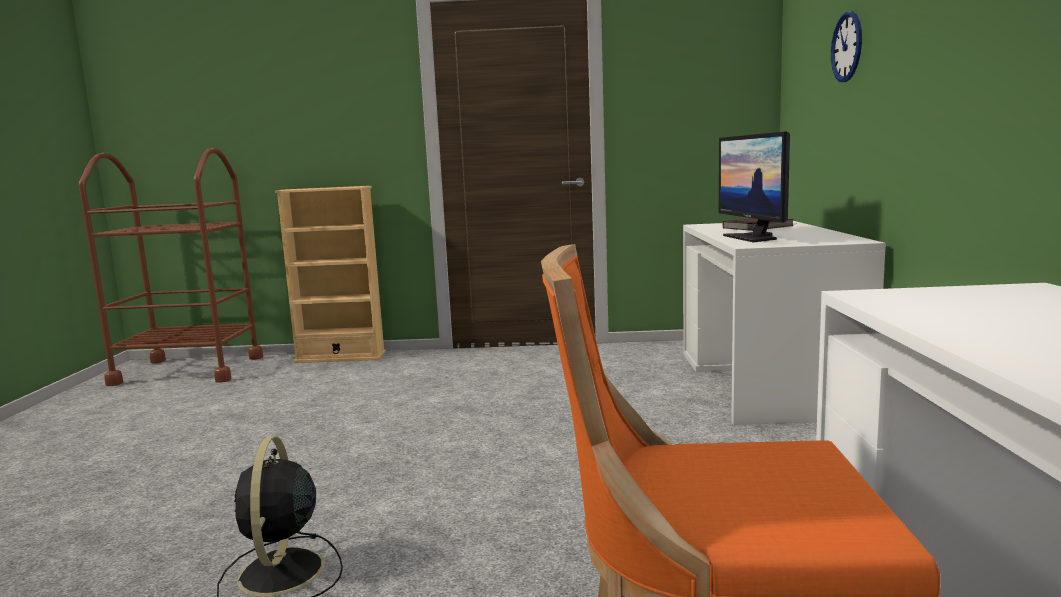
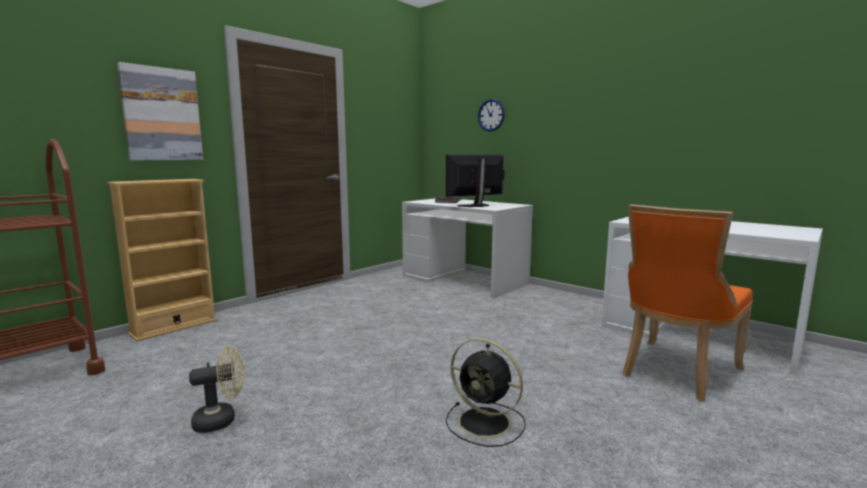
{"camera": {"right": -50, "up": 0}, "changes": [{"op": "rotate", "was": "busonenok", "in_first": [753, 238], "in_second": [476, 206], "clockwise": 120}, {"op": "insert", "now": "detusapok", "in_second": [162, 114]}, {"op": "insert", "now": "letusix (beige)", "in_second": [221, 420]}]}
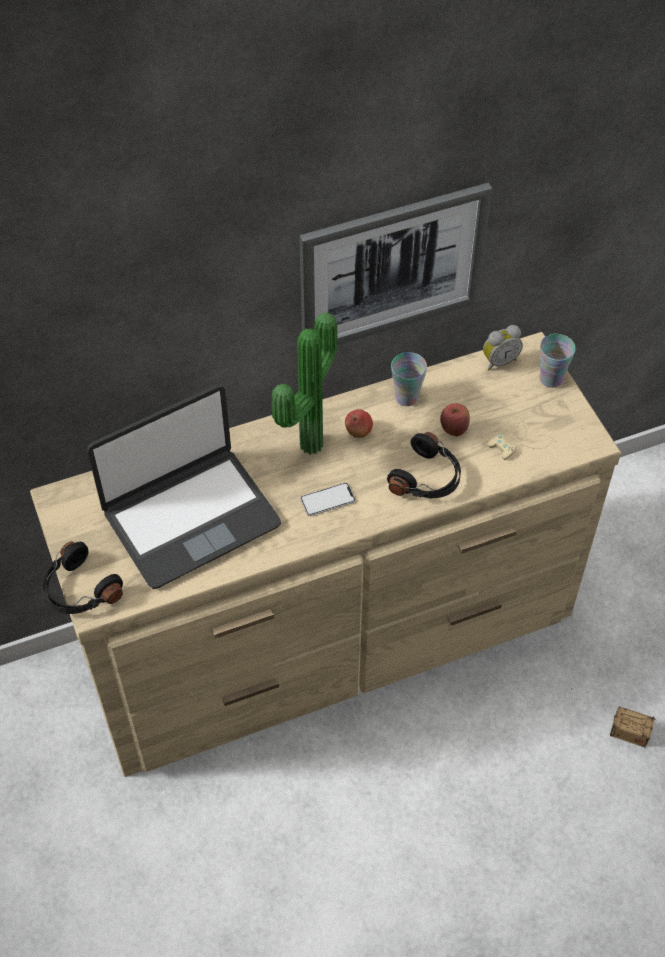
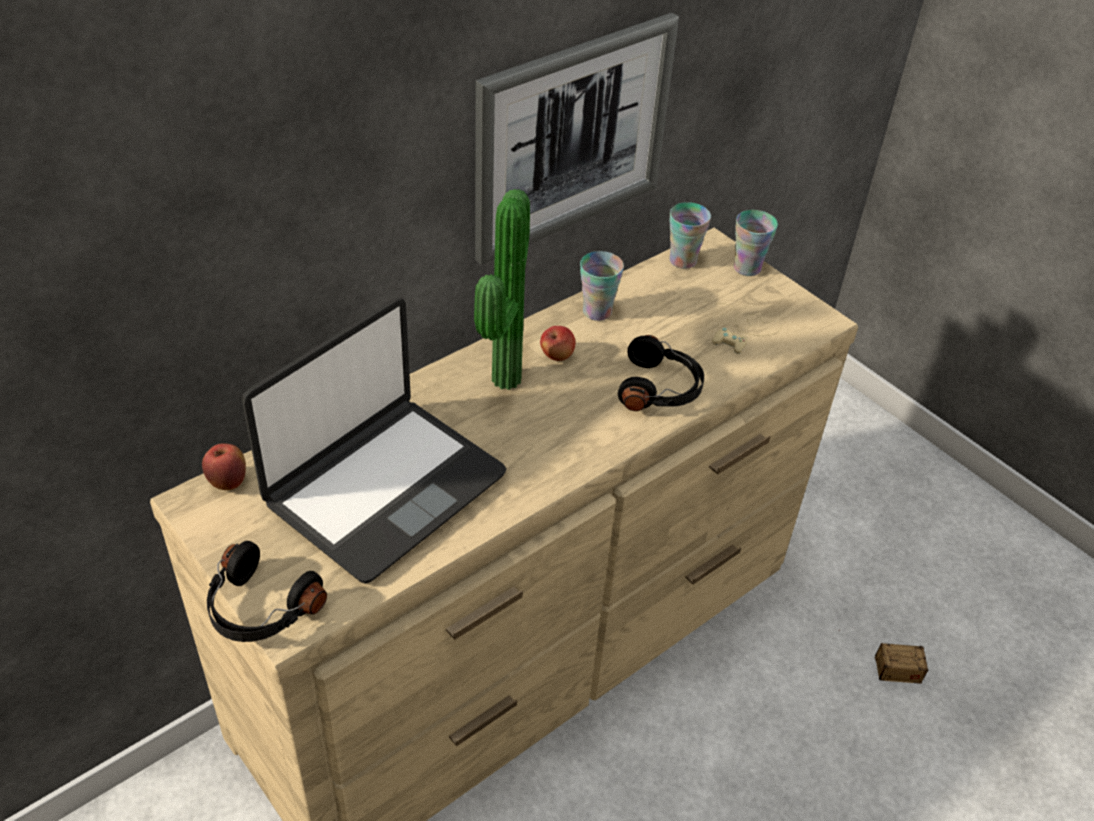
{"camera": {"right": -20, "up": -10}, "changes": [{"op": "replace", "was": "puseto", "now": "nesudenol", "in_first": [499, 361], "in_second": [683, 260]}, {"op": "move", "was": "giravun", "in_first": [454, 429], "in_second": [228, 482]}, {"op": "delete", "was": "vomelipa", "in_first": [327, 500]}]}
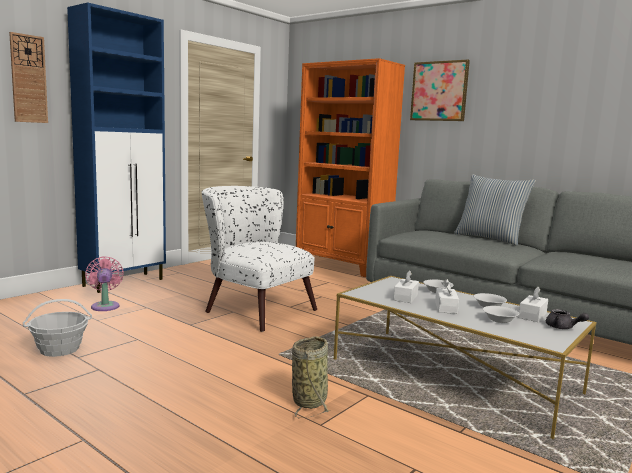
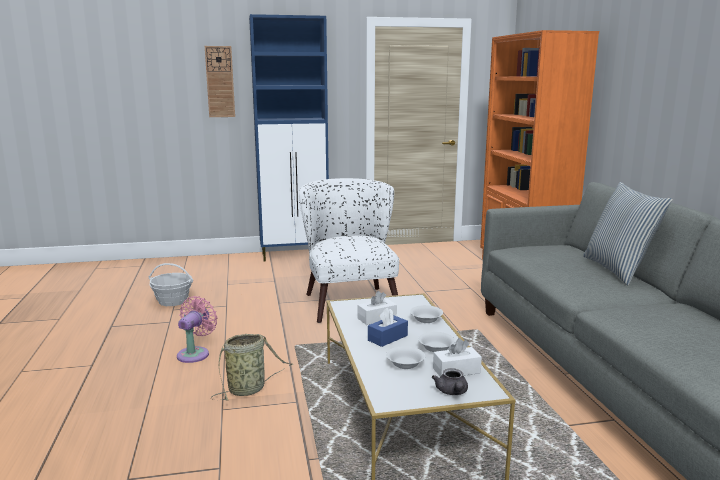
{"camera": {"right": 40, "up": 5}, "changes": [{"op": "delete", "was": "detusapok", "in_first": [439, 91]}, {"op": "move", "was": "letusix (pink)", "in_first": [105, 306], "in_second": [195, 353]}, {"op": "recolor", "was": "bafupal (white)", "now": "bafupal (blue)", "in_first": [446, 307], "in_second": [387, 338]}]}
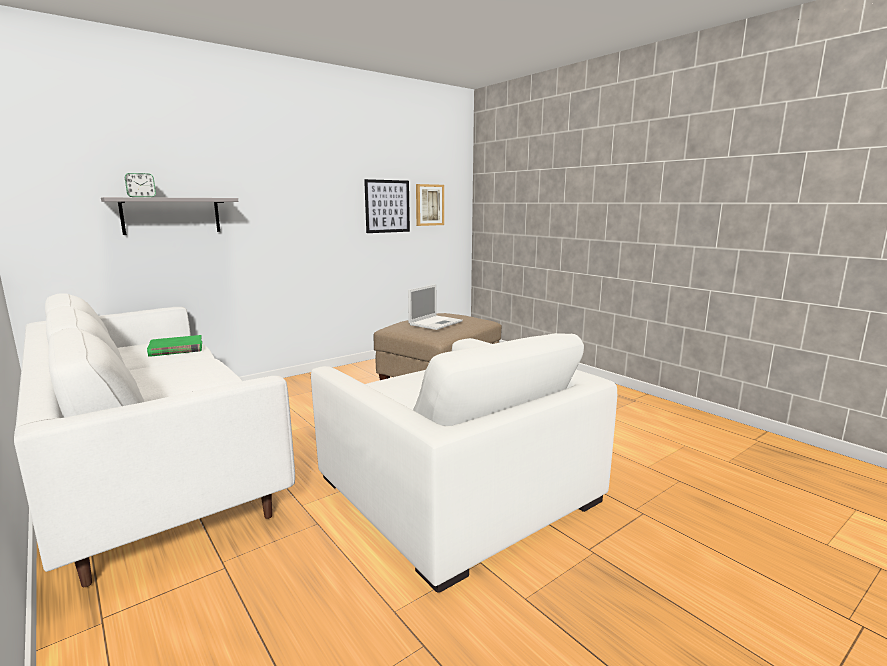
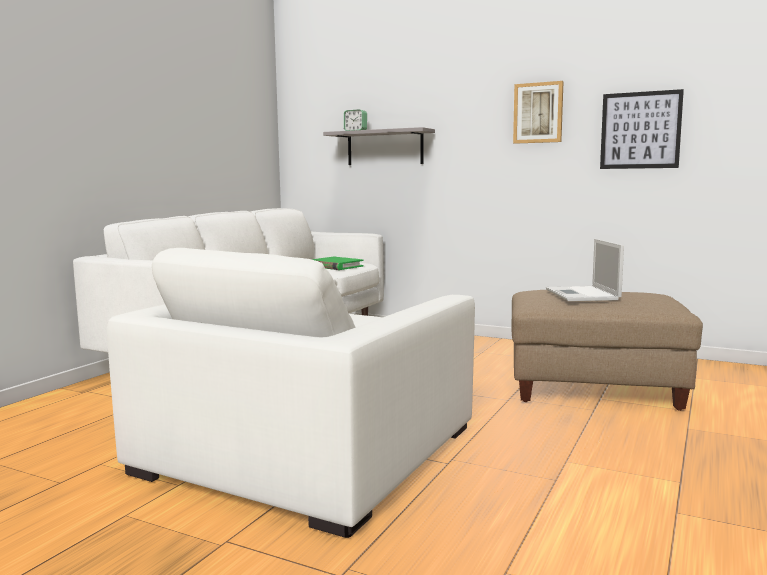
{"camera": {"right": 65, "up": -5}, "changes": [{"op": "move", "was": "detusapok", "in_first": [429, 205], "in_second": [538, 113]}, {"op": "rotate", "was": "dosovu", "in_first": [436, 323], "in_second": [582, 295], "clockwise": 75}]}
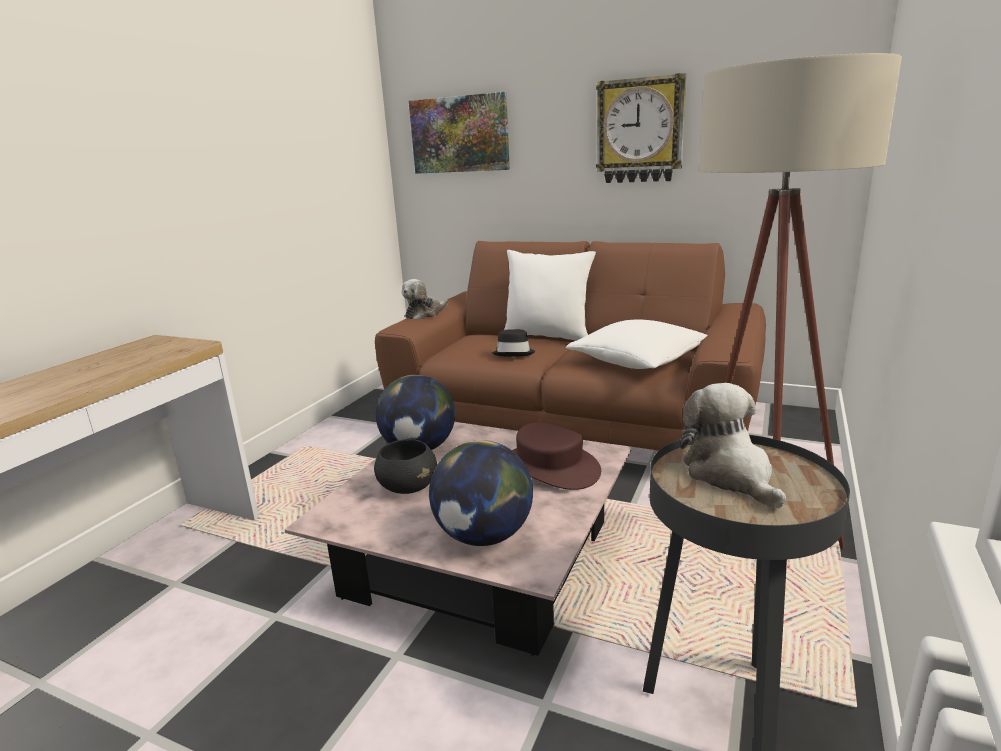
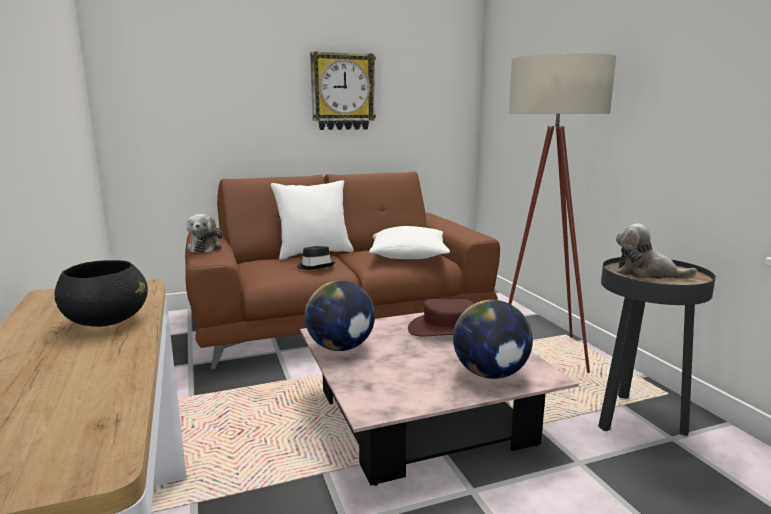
{"camera": {"right": -45, "up": -5}, "changes": [{"op": "delete", "was": "detusapok", "in_first": [460, 134]}, {"op": "move", "was": "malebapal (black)", "in_first": [408, 487], "in_second": [106, 322]}]}
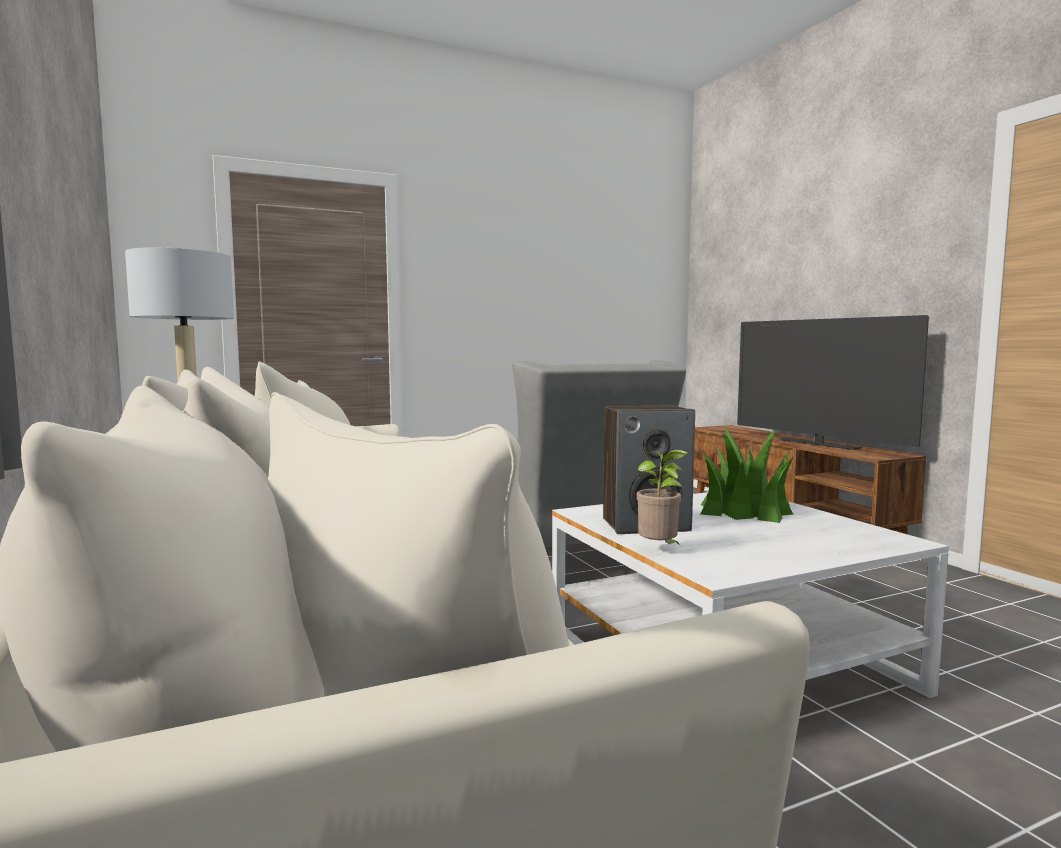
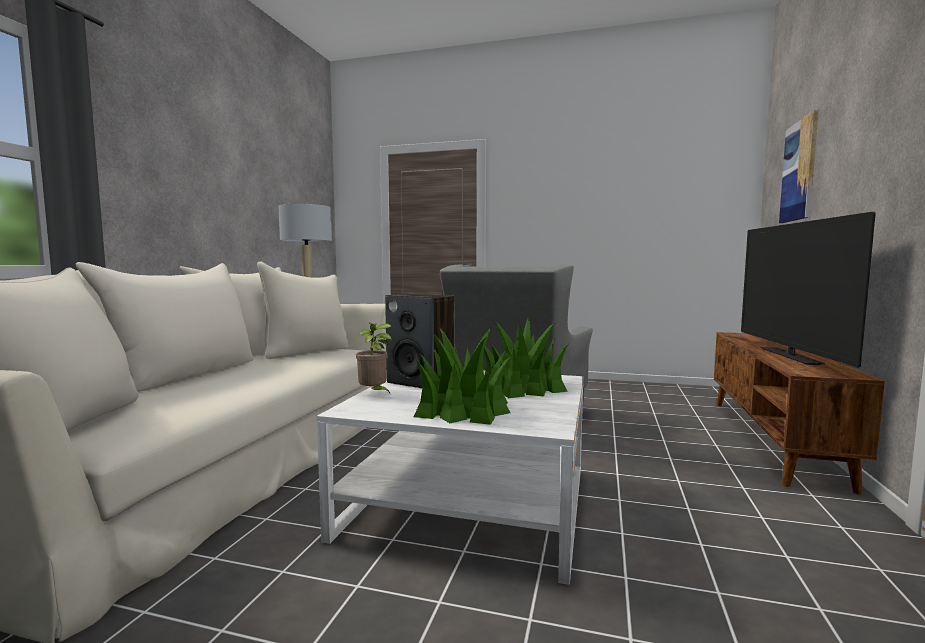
{"camera": {"right": 40, "up": 0}, "changes": [{"op": "insert", "now": "detusapok", "in_second": [799, 171]}, {"op": "insert", "now": "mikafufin", "in_second": [463, 409]}]}
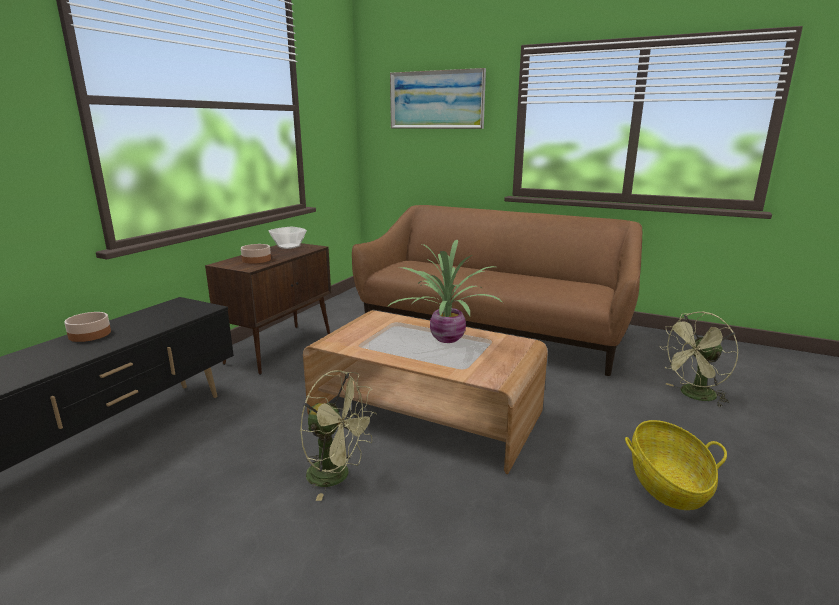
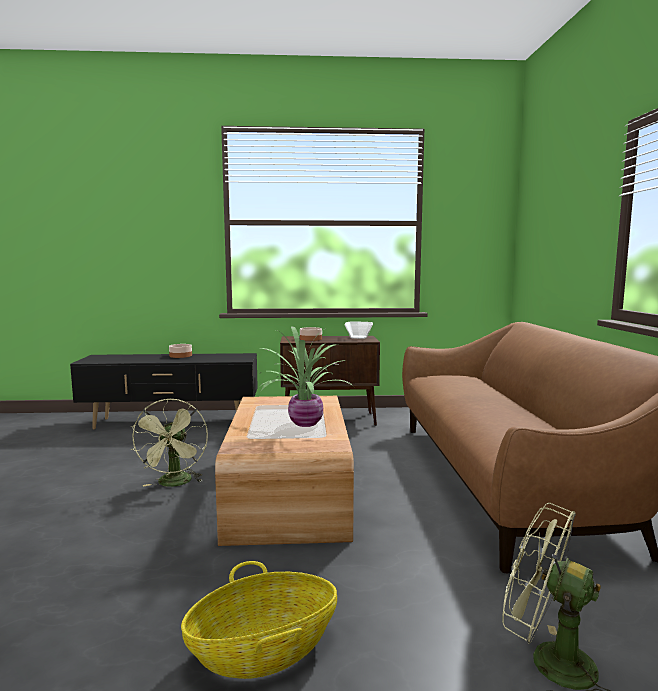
{"camera": {"right": 60, "up": -10}, "changes": [{"op": "delete", "was": "detusapok", "in_first": [436, 100]}]}
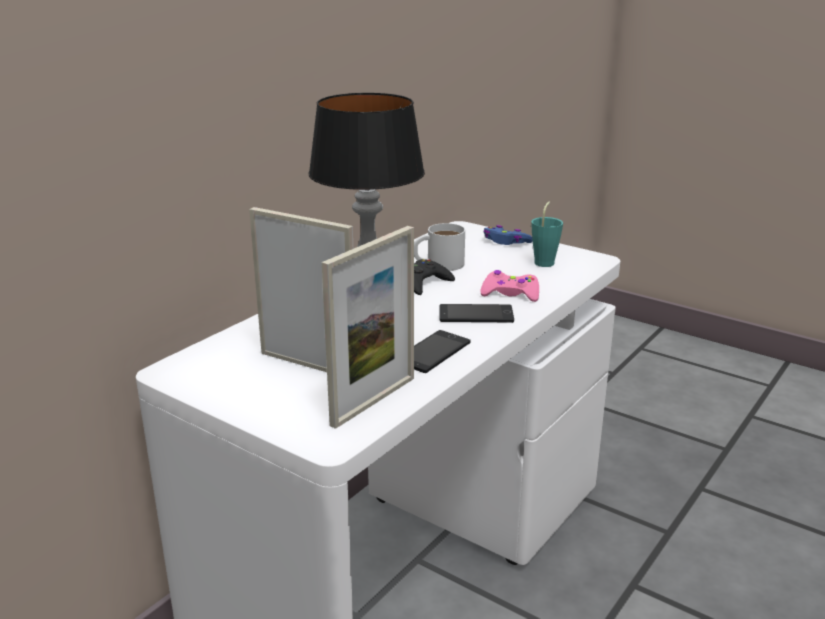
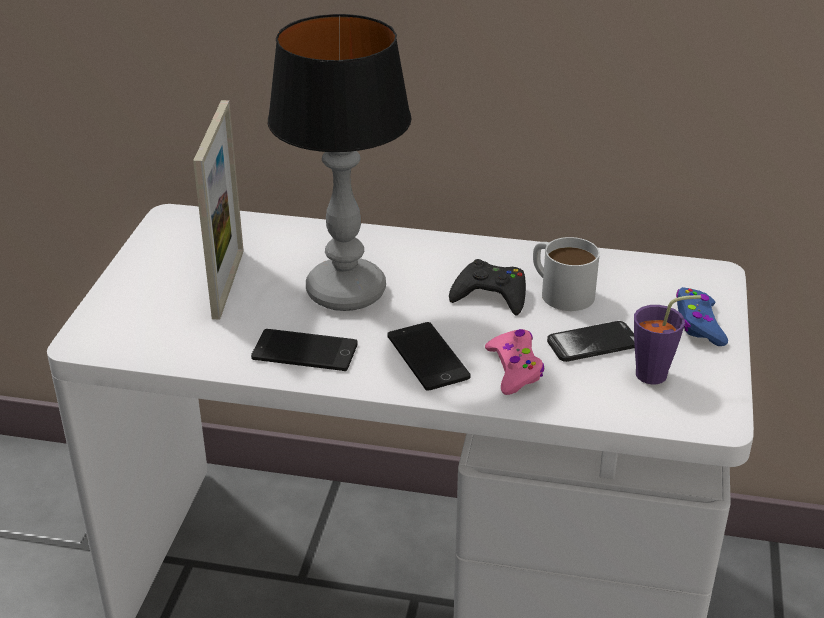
{"camera": {"right": 65, "up": 10}, "changes": [{"op": "recolor", "was": "nesudenol (turquoise)", "now": "nesudenol (purple)", "in_first": [545, 261], "in_second": [658, 374]}, {"op": "delete", "was": "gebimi", "in_first": [373, 401]}, {"op": "insert", "now": "vomelipa", "in_second": [592, 343]}]}
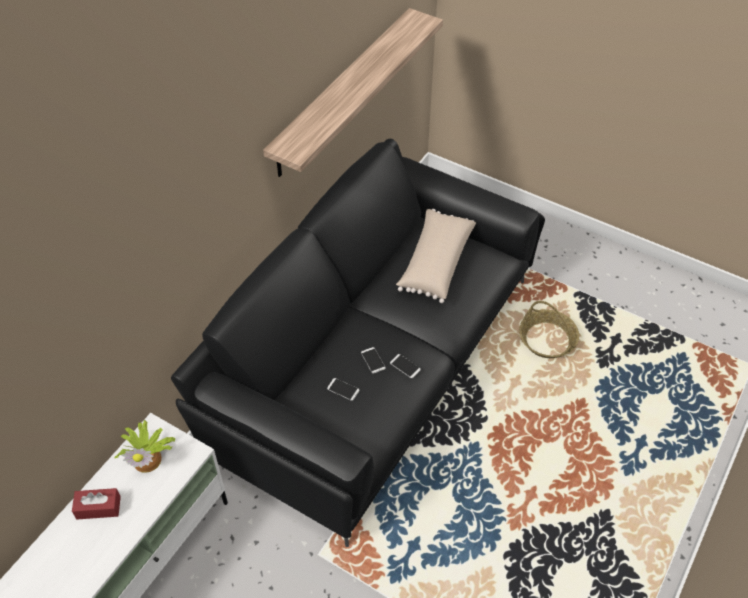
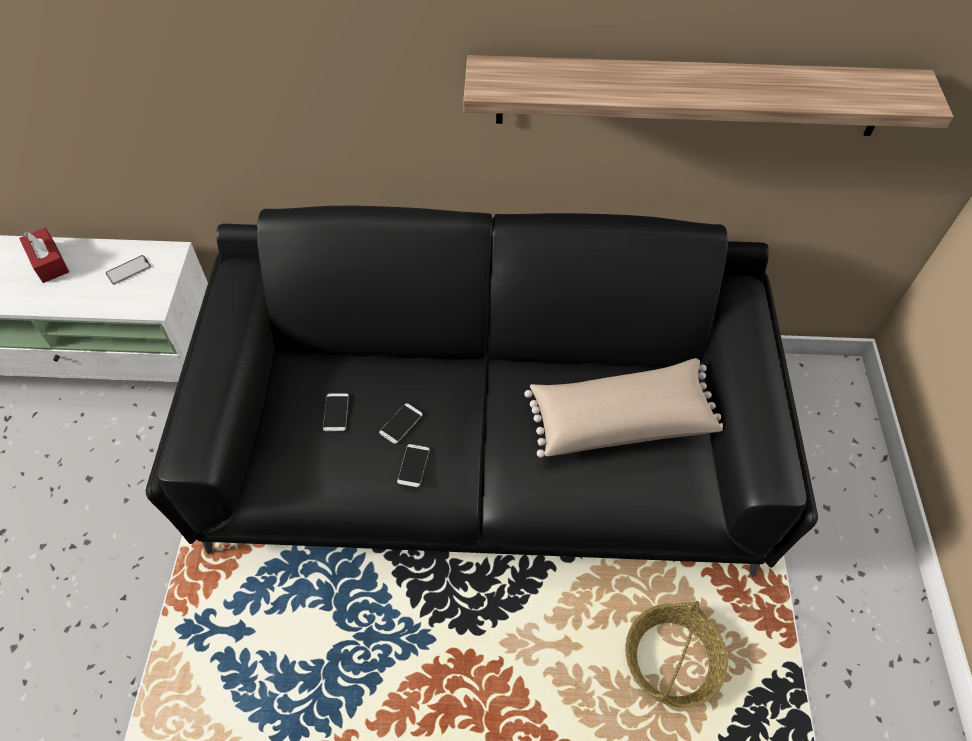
{"camera": {"right": 60, "up": 5}, "changes": [{"op": "replace", "was": "mikafufin", "now": "vomelipa", "in_first": [148, 457], "in_second": [128, 270]}]}
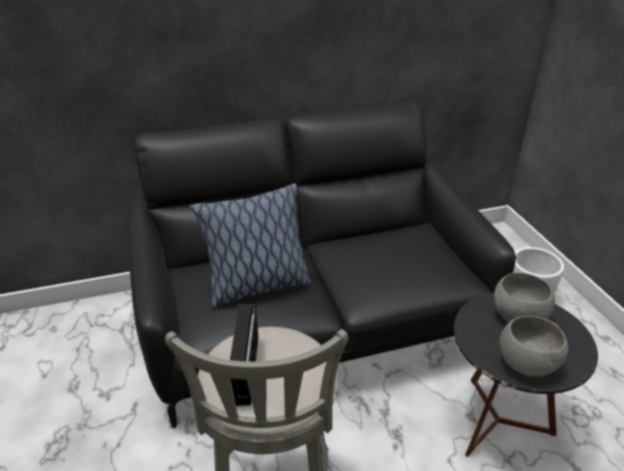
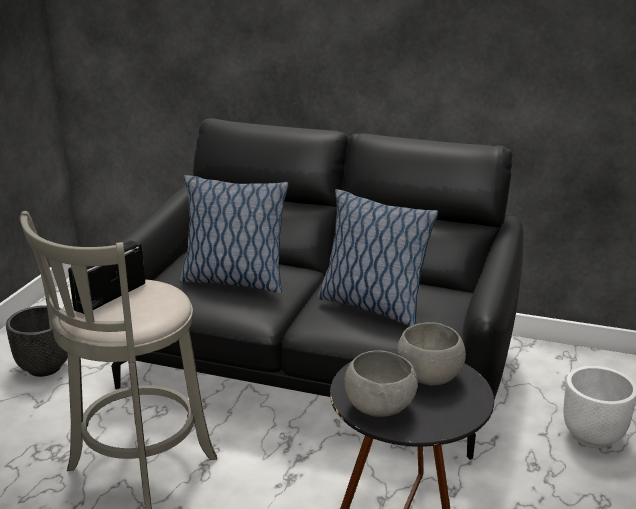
{"camera": {"right": 35, "up": -10}, "changes": [{"op": "insert", "now": "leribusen", "in_second": [371, 306]}, {"op": "insert", "now": "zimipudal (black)", "in_second": [45, 367]}]}
